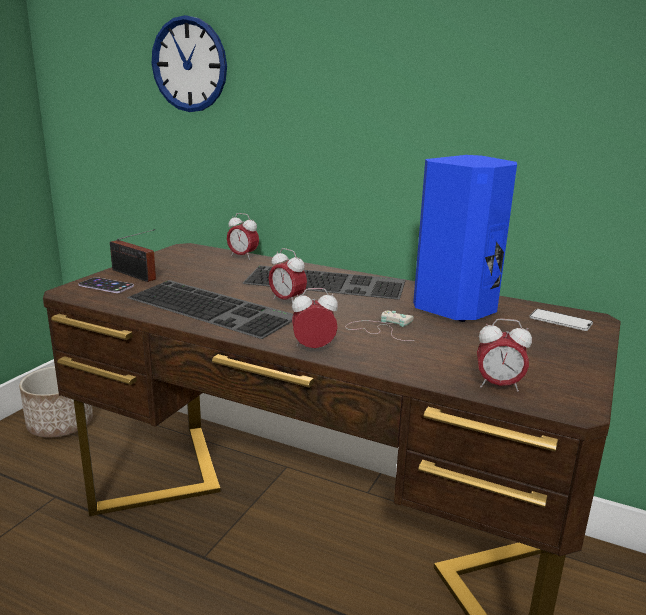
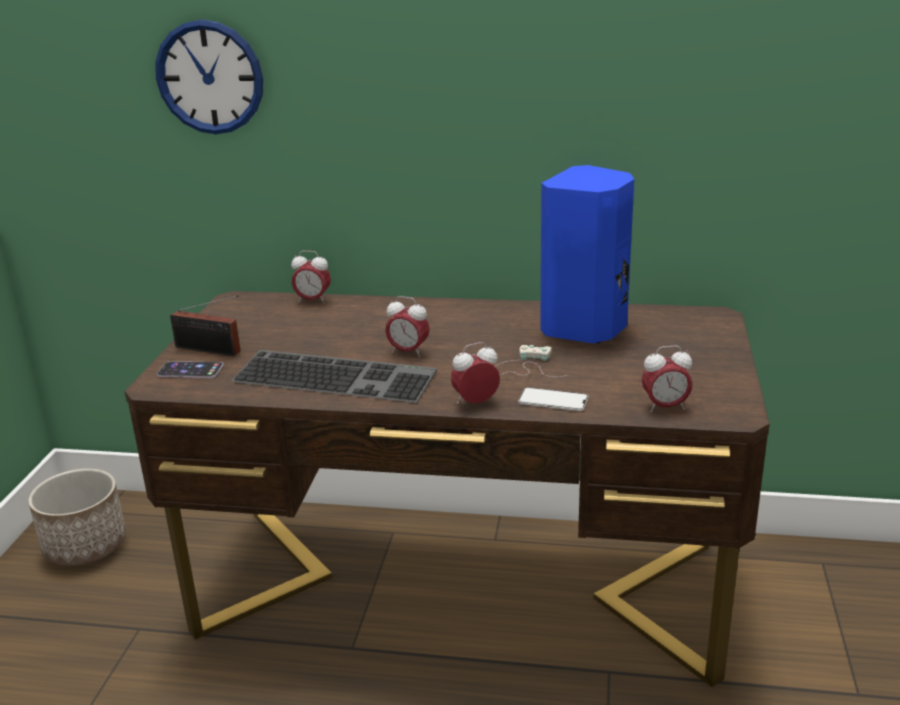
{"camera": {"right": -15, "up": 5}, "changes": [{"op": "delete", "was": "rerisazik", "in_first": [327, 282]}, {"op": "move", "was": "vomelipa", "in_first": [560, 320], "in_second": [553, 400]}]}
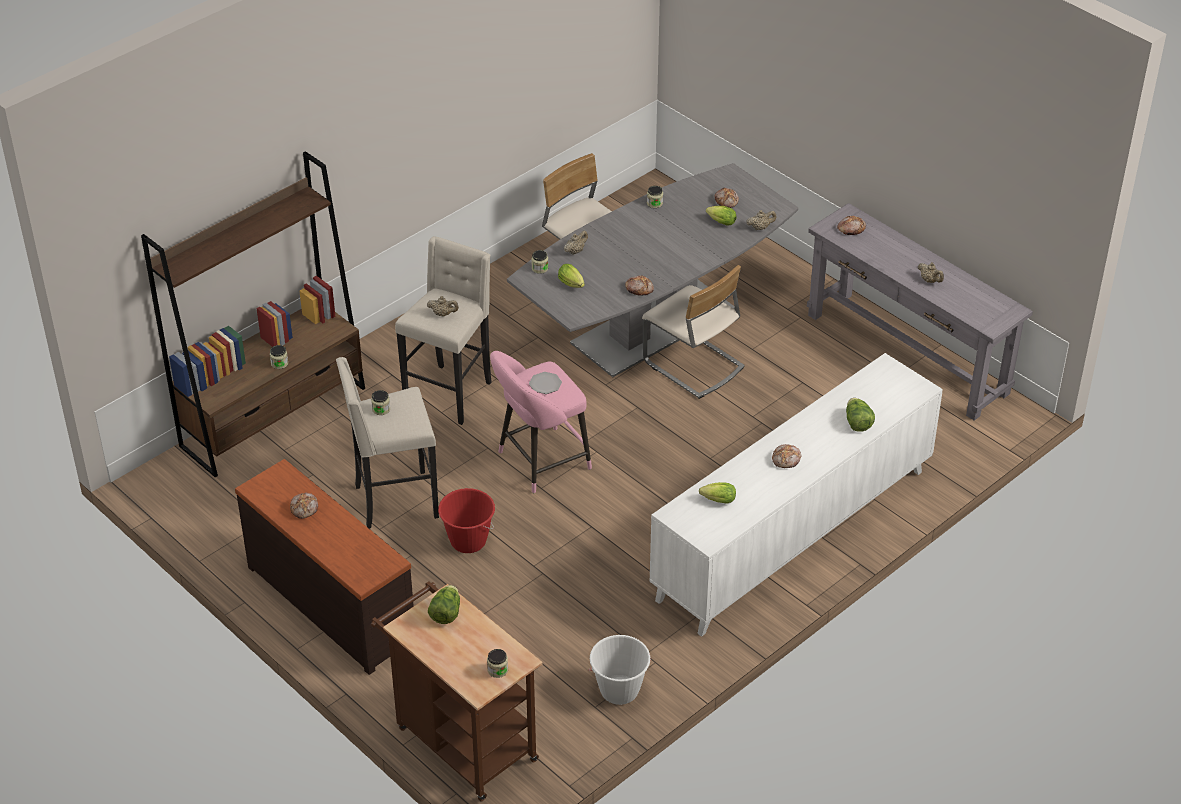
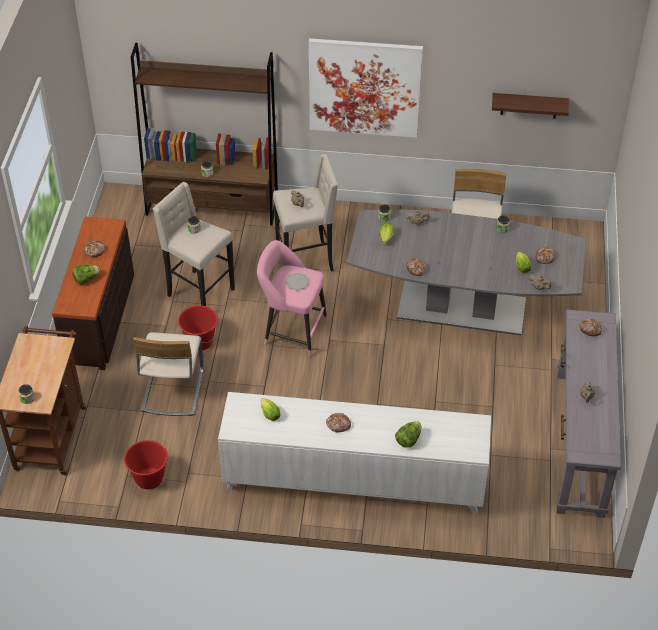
{"camera": {"right": 50, "up": 5}, "changes": [{"op": "move", "was": "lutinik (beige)", "in_first": [693, 365], "in_second": [172, 390]}, {"op": "move", "was": "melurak", "in_first": [446, 613], "in_second": [86, 279]}, {"op": "recolor", "was": "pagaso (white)", "now": "pagaso (red)", "in_first": [619, 691], "in_second": [149, 479]}, {"op": "insert", "now": "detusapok", "in_second": [364, 87]}, {"op": "insert", "now": "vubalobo", "in_second": [529, 105]}]}
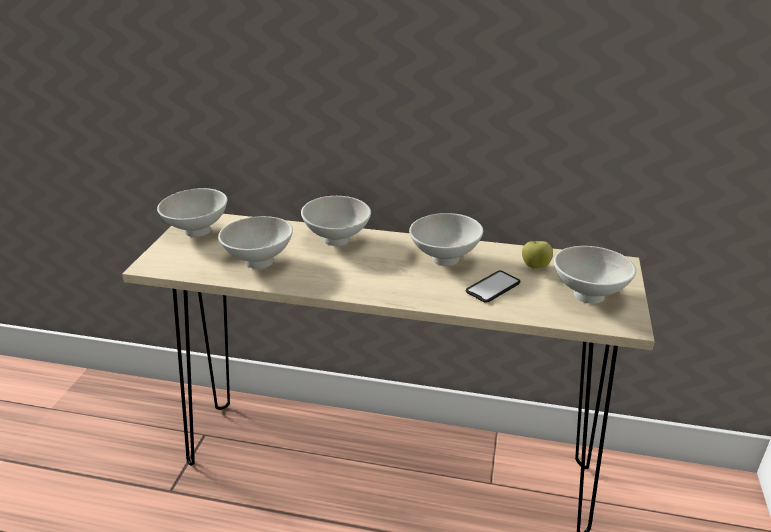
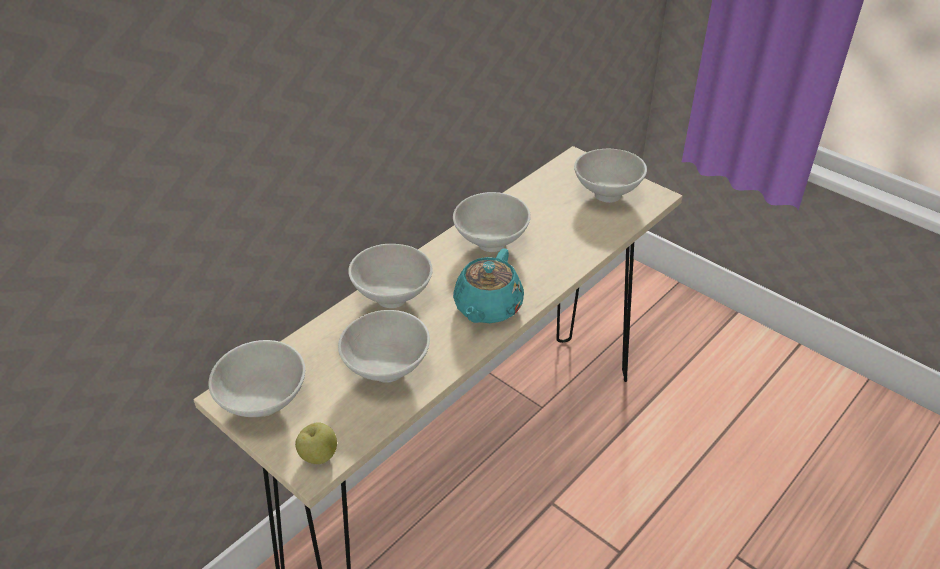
{"camera": {"right": -60, "up": 10}, "changes": [{"op": "move", "was": "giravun", "in_first": [535, 266], "in_second": [318, 456]}, {"op": "delete", "was": "vomelipa", "in_first": [493, 287]}, {"op": "insert", "now": "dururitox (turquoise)", "in_second": [487, 308]}]}
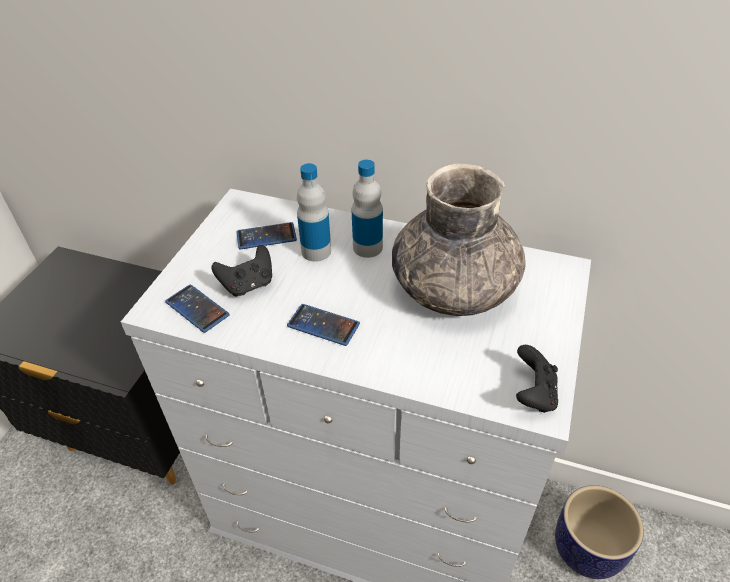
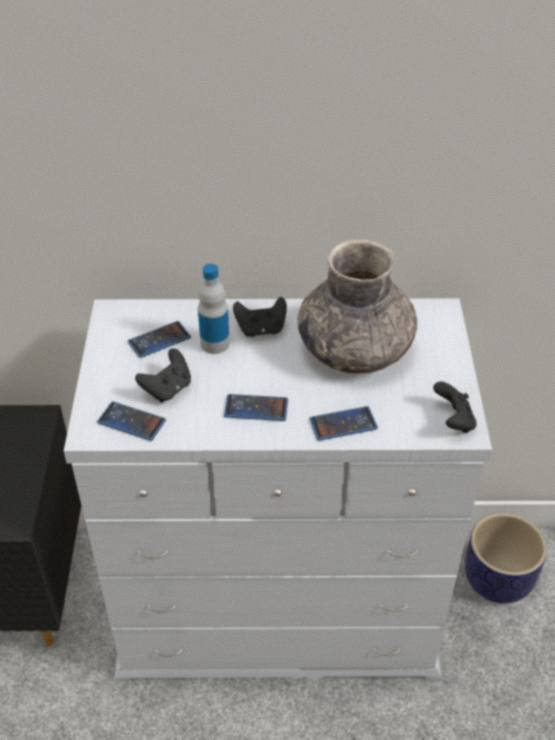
{"camera": {"right": -20, "up": 0}, "changes": [{"op": "replace", "was": "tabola", "now": "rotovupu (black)", "in_first": [367, 247], "in_second": [261, 329]}, {"op": "insert", "now": "vomelipa", "in_second": [343, 424]}]}
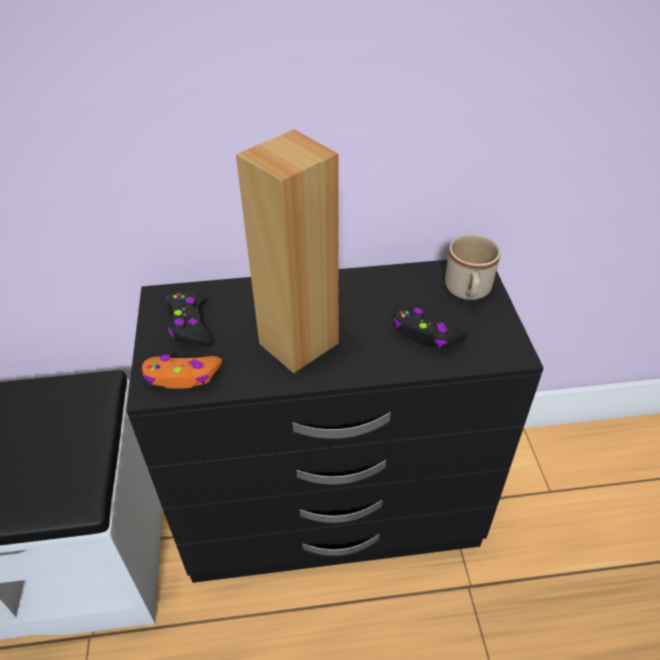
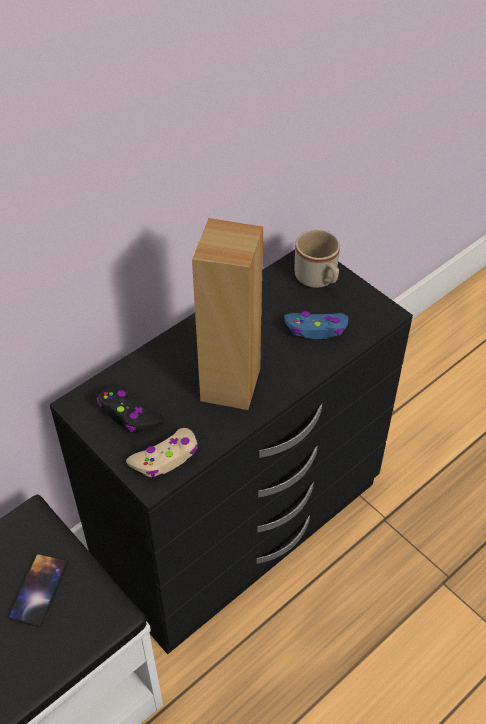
{"camera": {"right": -35, "up": 5}, "changes": [{"op": "recolor", "was": "rotovupu (black)", "now": "rotovupu (blue)", "in_first": [426, 334], "in_second": [316, 329]}, {"op": "recolor", "was": "rotovupu (orange)", "now": "rotovupu (beige)", "in_first": [182, 376], "in_second": [166, 458]}, {"op": "insert", "now": "vomelipa", "in_second": [38, 590]}]}
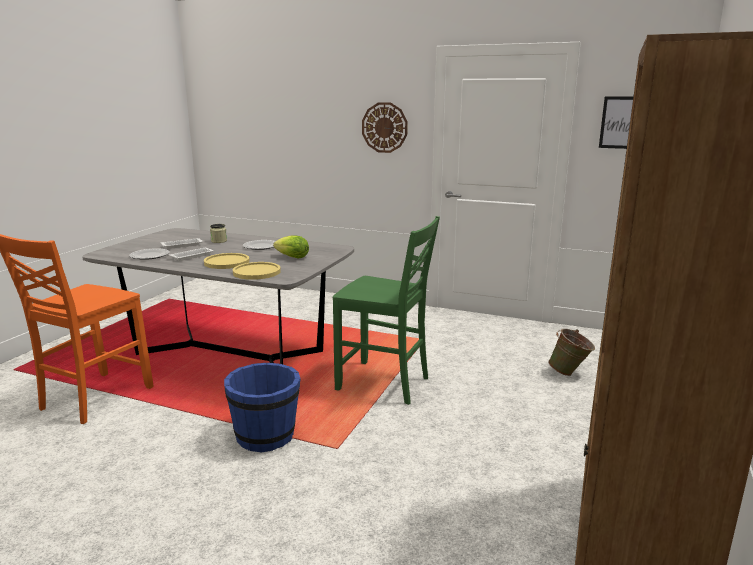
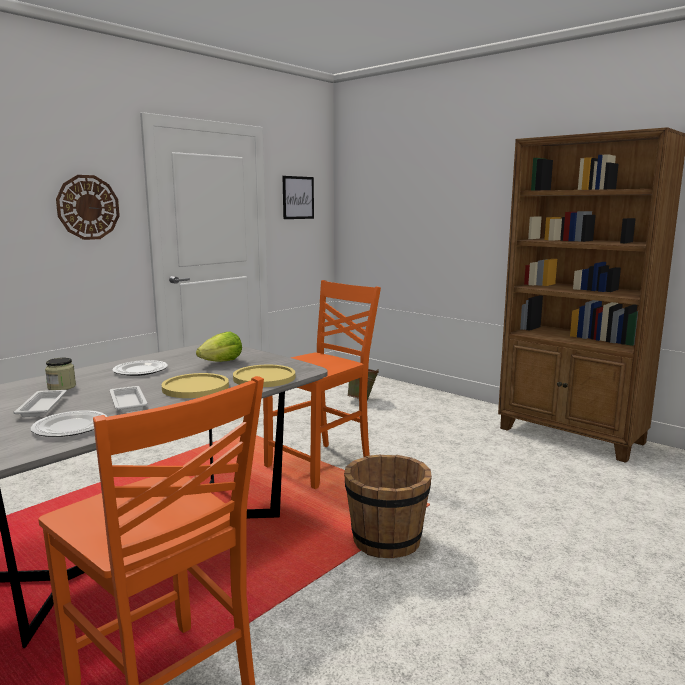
{"camera": {"right": -70, "up": -5}, "changes": [{"op": "recolor", "was": "lutinik (green)", "now": "lutinik (orange)", "in_first": [385, 384], "in_second": [321, 464]}, {"op": "recolor", "was": "pagaso (blue)", "now": "pagaso (brown)", "in_first": [266, 436], "in_second": [386, 540]}]}
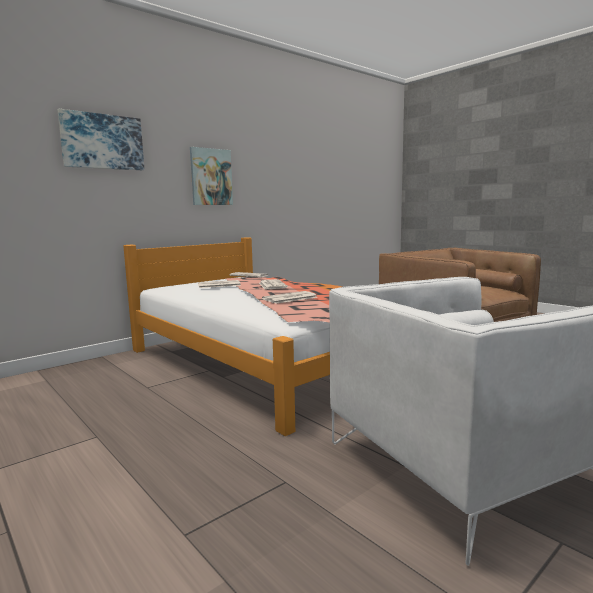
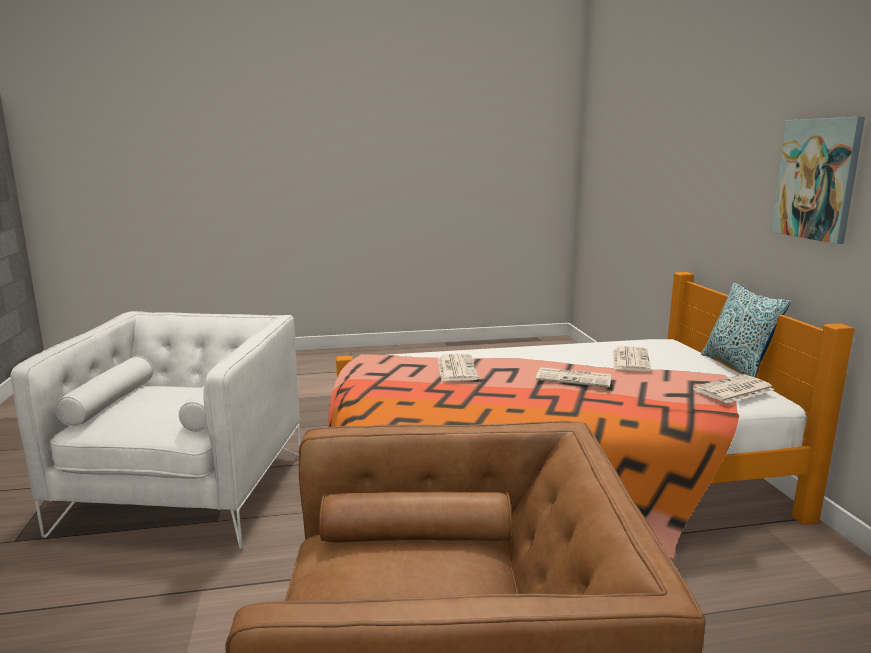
{"camera": {"right": 120, "up": 5}, "changes": [{"op": "delete", "was": "detusapok", "in_first": [102, 142]}, {"op": "insert", "now": "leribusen", "in_second": [736, 367]}]}
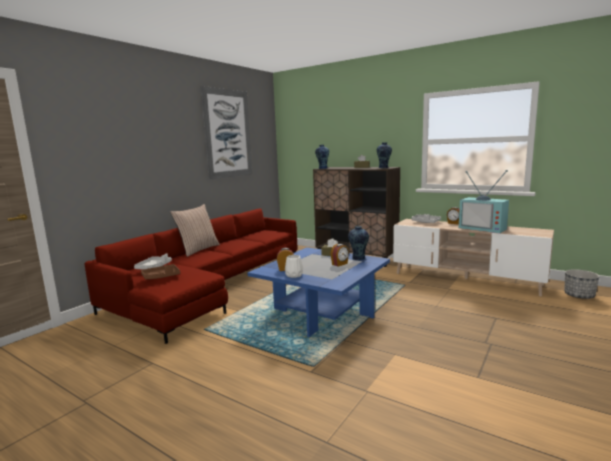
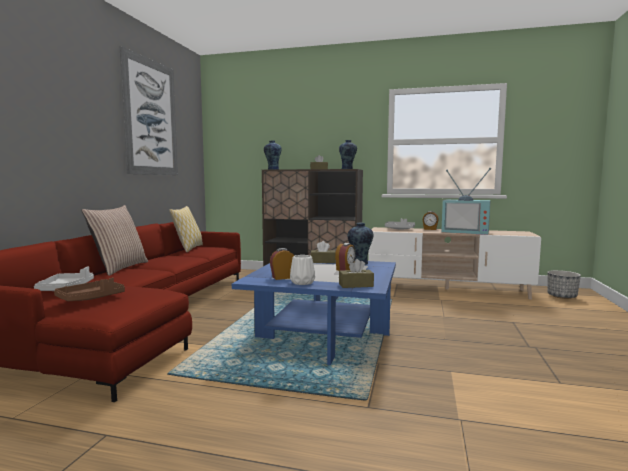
{"camera": {"right": -20, "up": -5}, "changes": [{"op": "insert", "now": "leribusen", "in_second": [188, 249]}, {"op": "insert", "now": "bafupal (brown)", "in_second": [356, 285]}]}
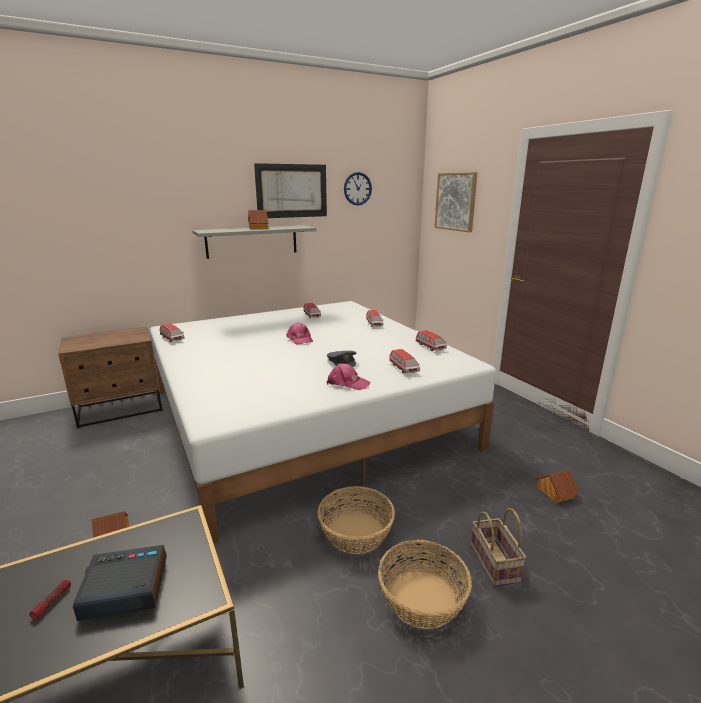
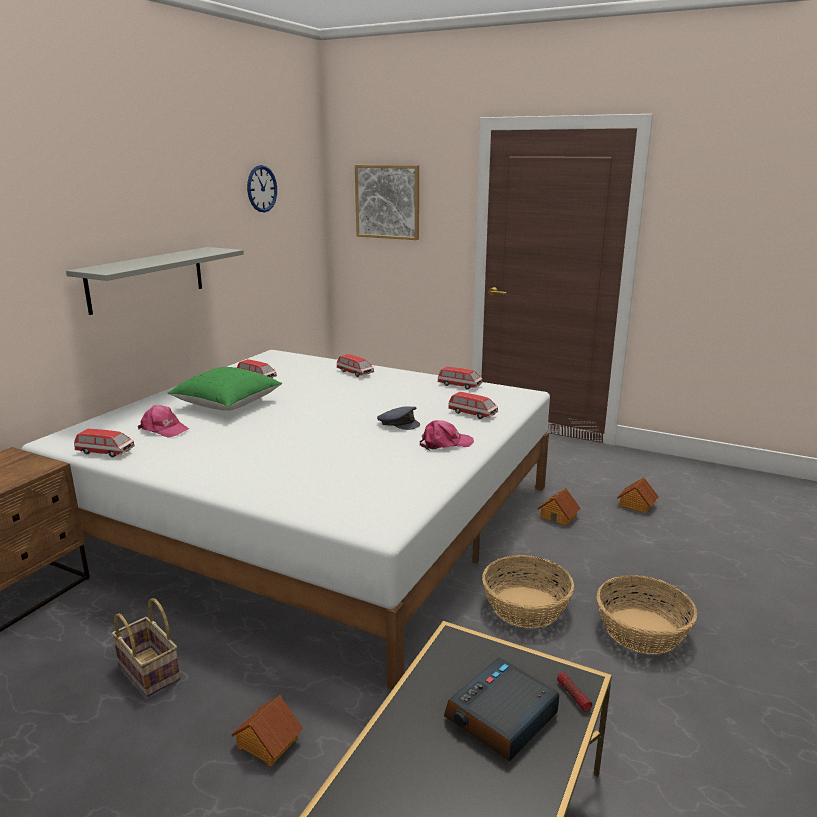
{"camera": {"right": -35, "up": 0}, "changes": [{"op": "delete", "was": "detusapok", "in_first": [292, 191]}, {"op": "move", "was": "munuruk", "in_first": [259, 228], "in_second": [558, 516]}, {"op": "move", "was": "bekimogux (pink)", "in_first": [299, 339], "in_second": [164, 429]}, {"op": "move", "was": "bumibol", "in_first": [496, 564], "in_second": [151, 671]}, {"op": "move", "was": "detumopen", "in_first": [52, 602], "in_second": [573, 696]}, {"op": "insert", "now": "leribusen (green)", "in_second": [227, 404]}]}
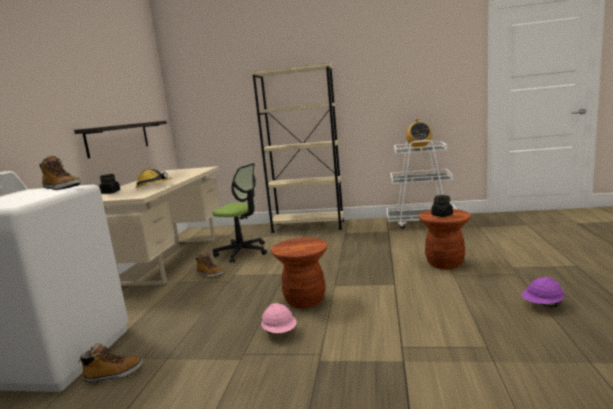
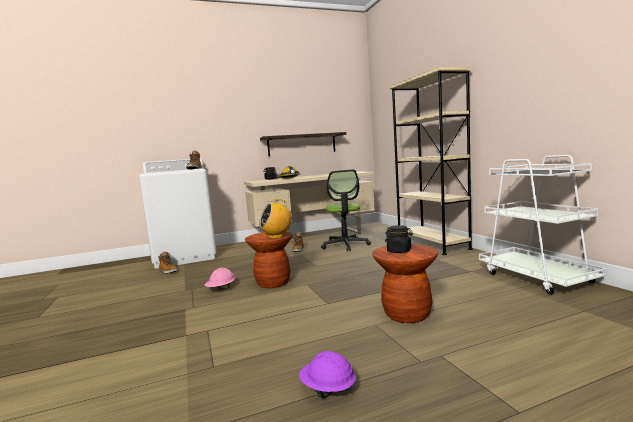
{"camera": {"right": 60, "up": -5}, "changes": [{"op": "move", "was": "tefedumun", "in_first": [419, 148], "in_second": [277, 236]}]}
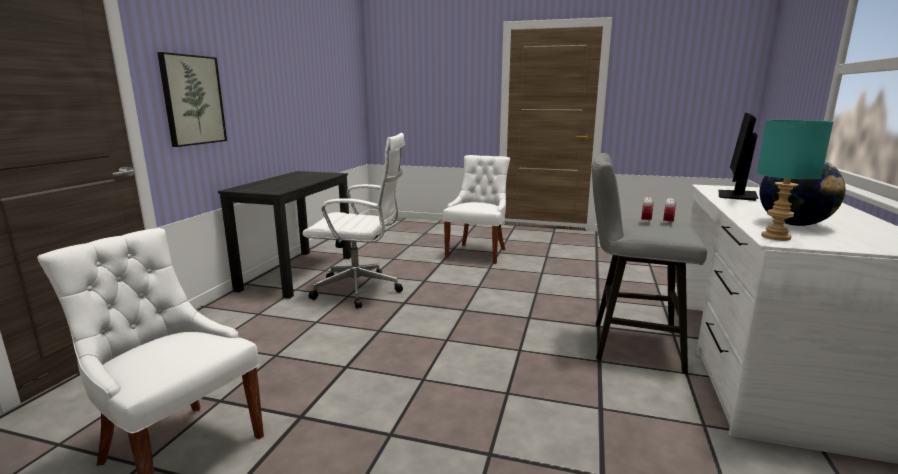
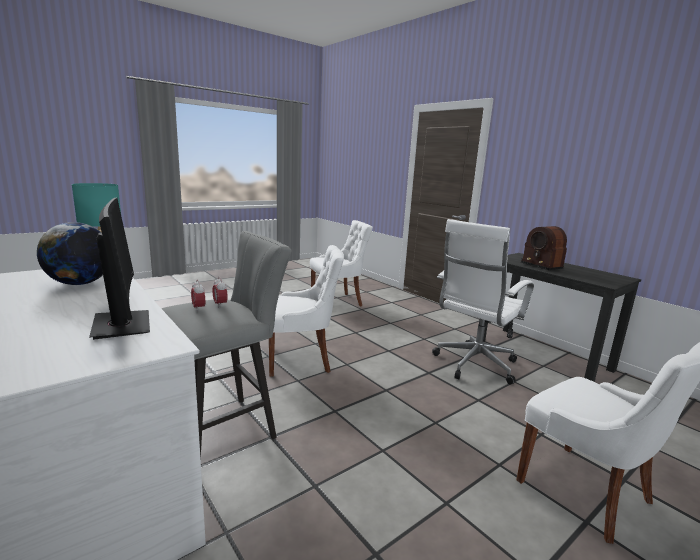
{"camera": {"right": 125, "up": 0}, "changes": [{"op": "delete", "was": "detusapok", "in_first": [192, 100]}, {"op": "insert", "now": "tefedumun", "in_second": [541, 264]}, {"op": "insert", "now": "lutinik (white)", "in_second": [300, 360]}]}
